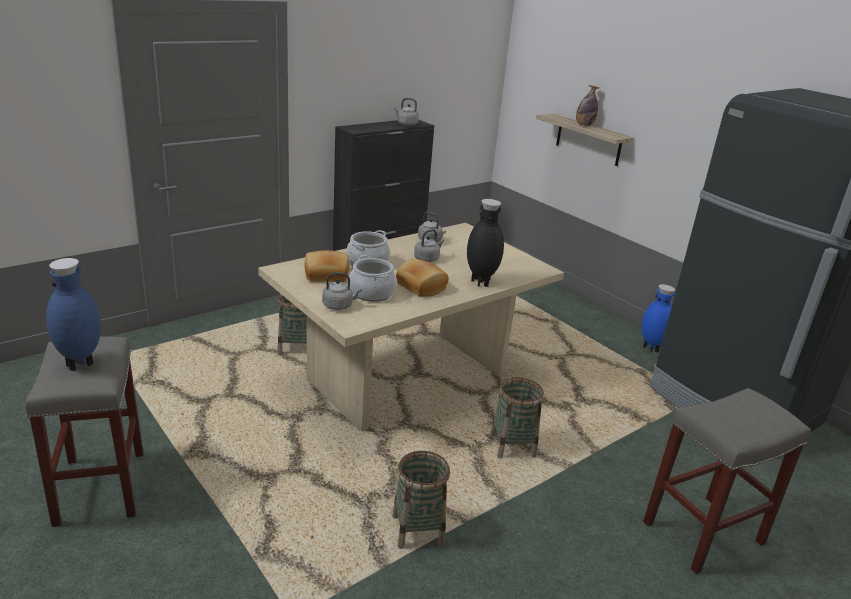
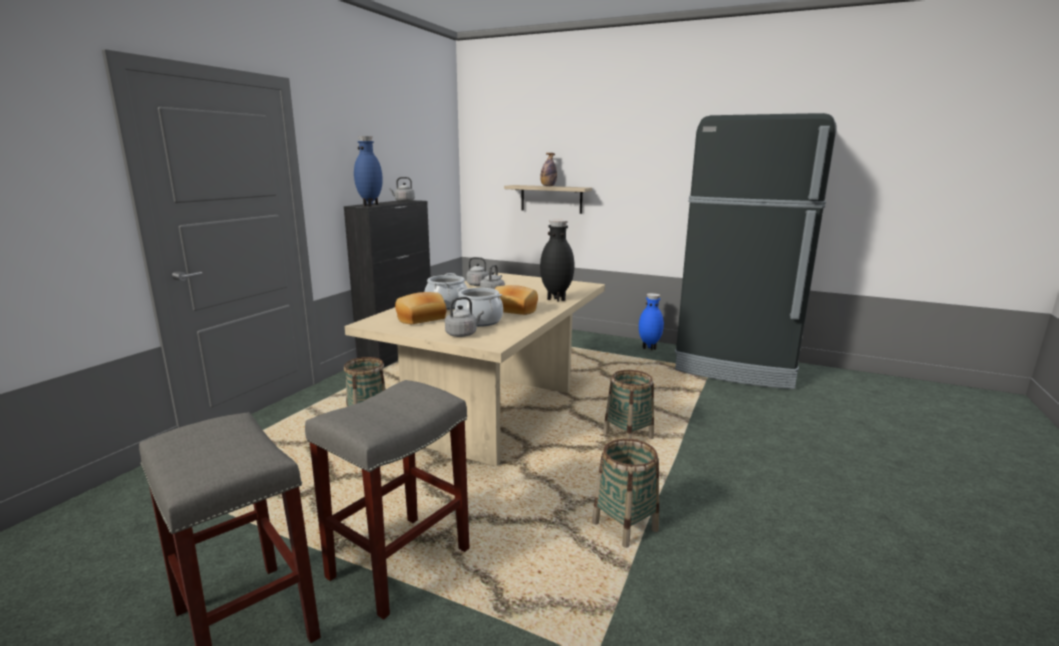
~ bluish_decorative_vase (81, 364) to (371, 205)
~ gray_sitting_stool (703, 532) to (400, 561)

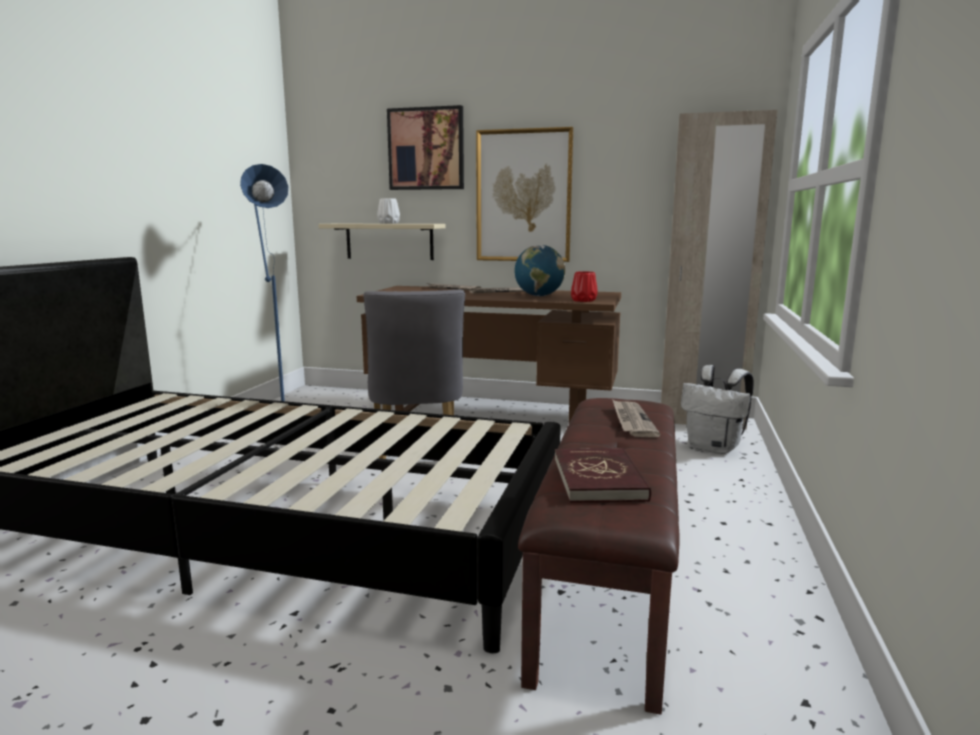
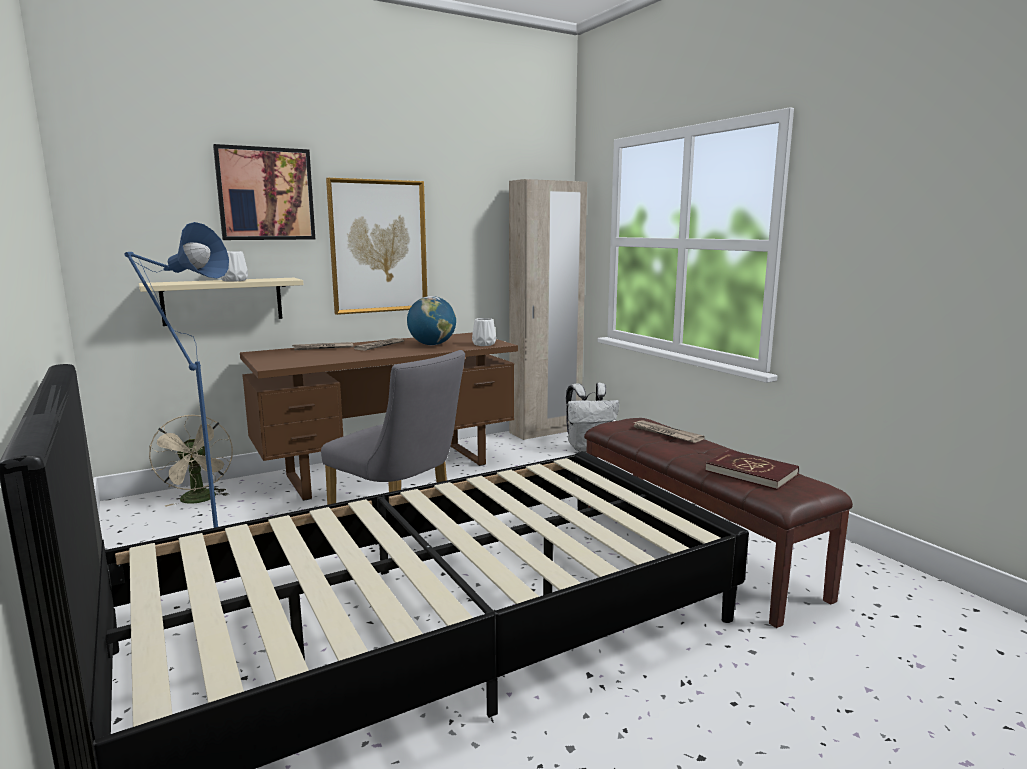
+ beige-coloured_fan (199, 500)
~ red_decorative_vase (583, 300) to white_decorative_vase (484, 344)

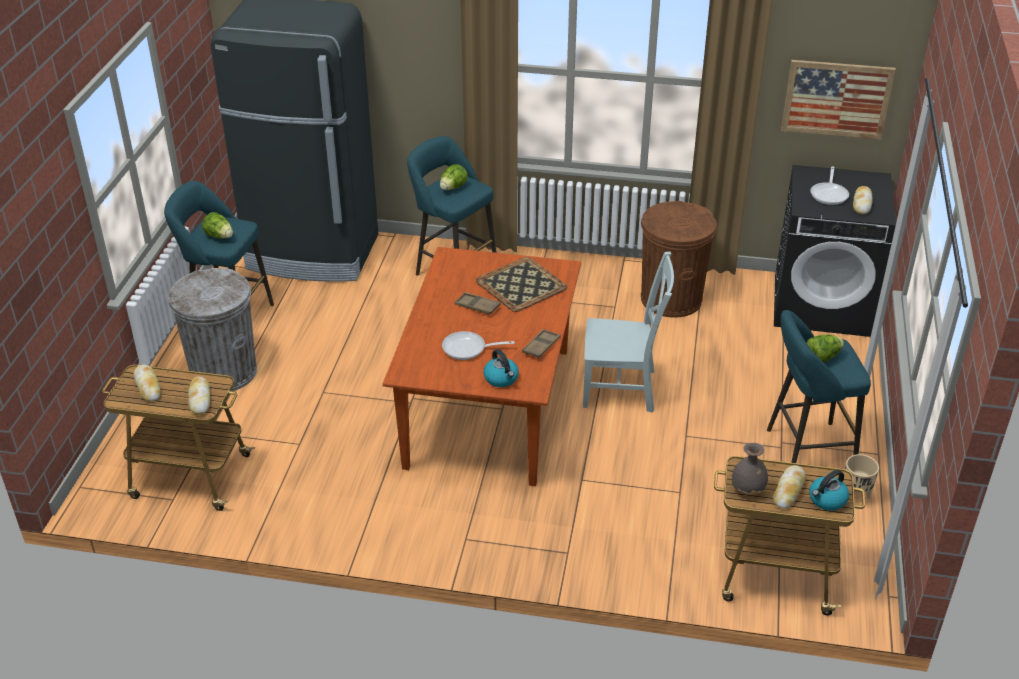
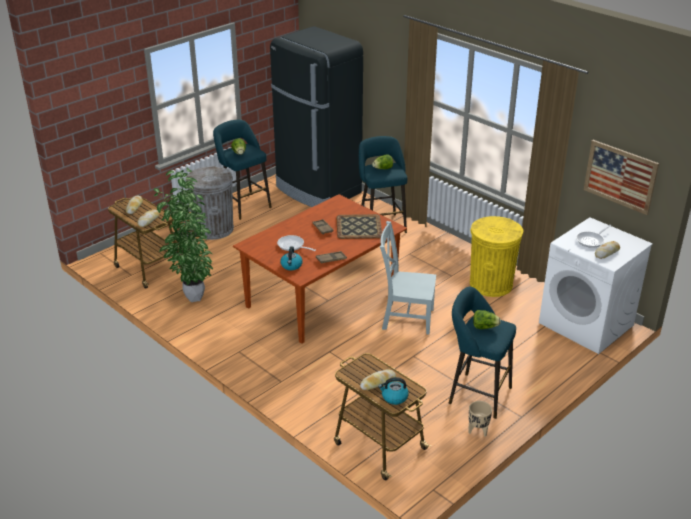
- gray_decorative_vase (748, 489)
+ houseplant (192, 296)
~ brownish_trash_can (671, 299) to yellow-coloured_trash_can (490, 284)
~ black_washing_machine (822, 305) to white_washing_machine (586, 324)
~ gray_upright_chair (623, 389) = (405, 318) 150 degrees clockwise

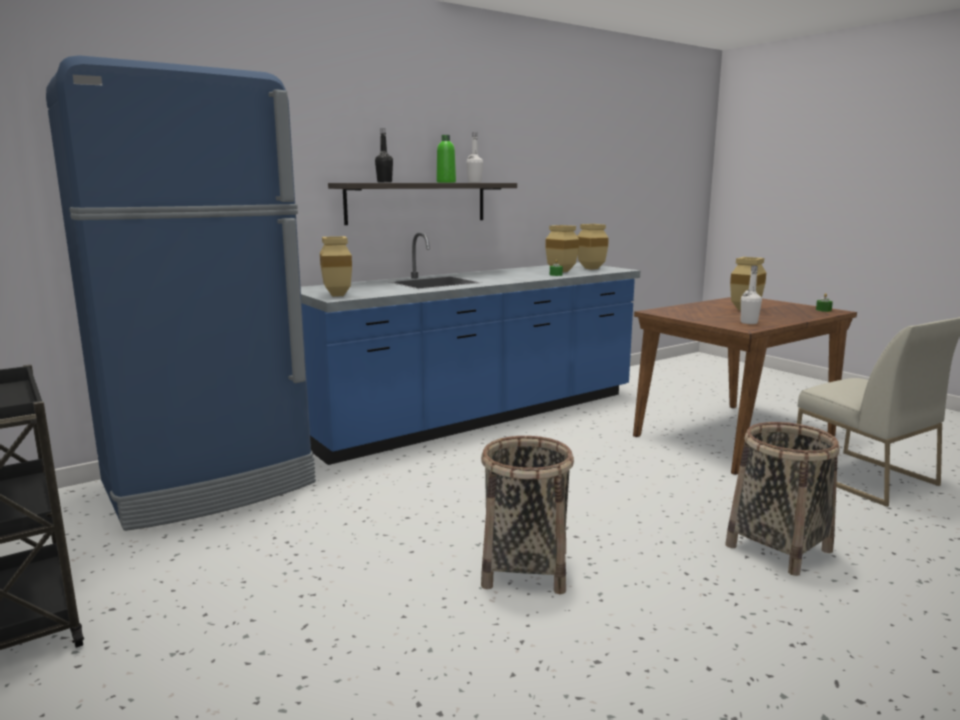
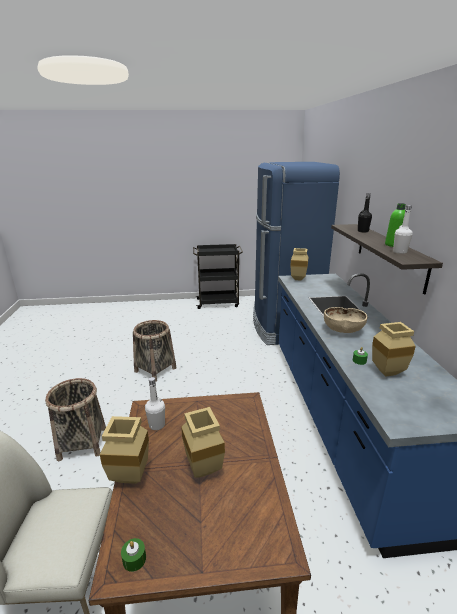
+ beige-coloured_deep_dish (343, 330)
~ beige-coloured_decorative_vase (592, 269) to (128, 479)

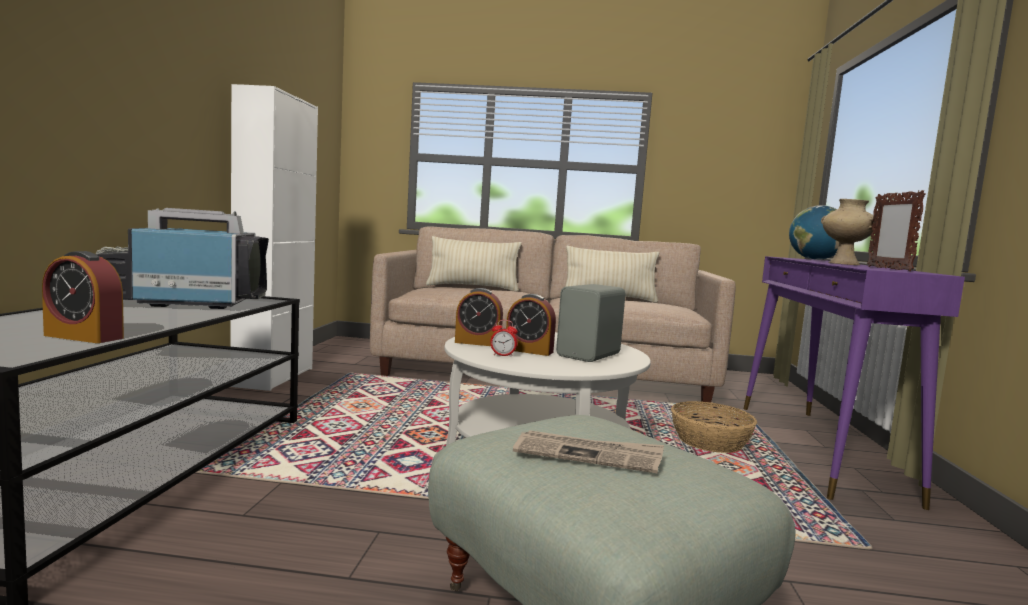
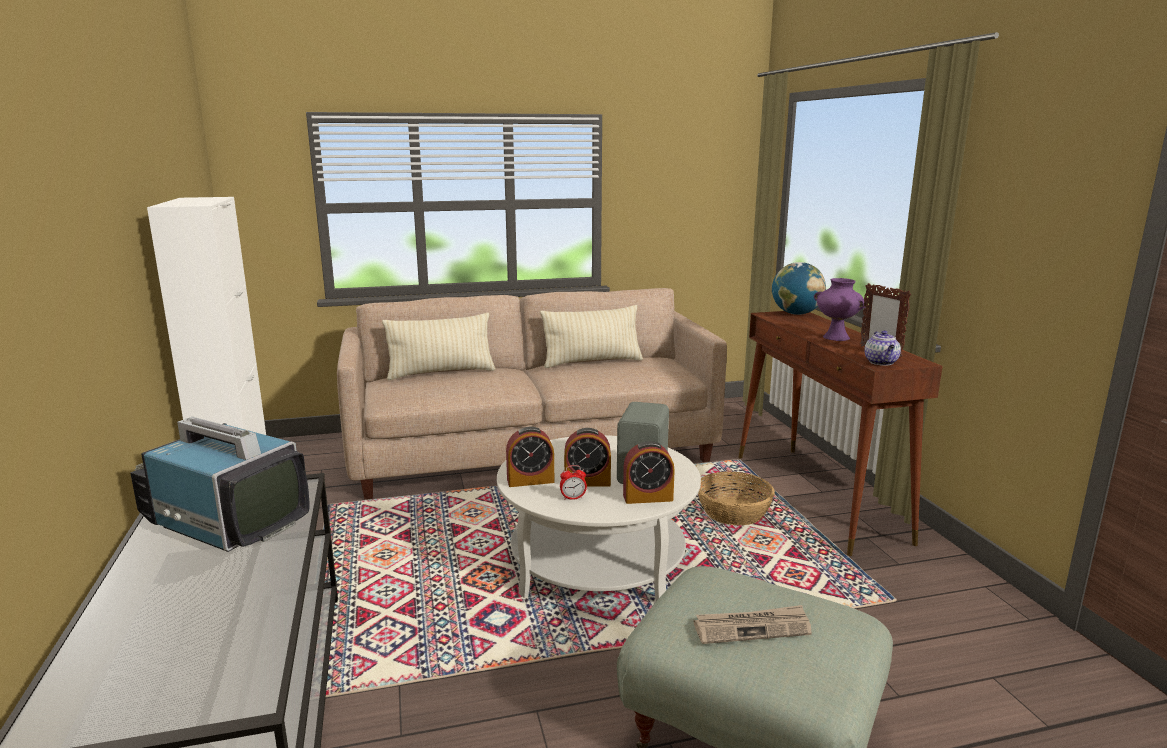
+ teapot (881, 362)
~ table_clock (84, 337) to (648, 497)
~ purple_hall_table (817, 449) to brownish_hall_table (818, 496)
~ beige-coloured_decorative_vase (845, 264) to purple_decorative_vase (837, 337)
~ TV (187, 303) = (225, 522) 60 degrees clockwise

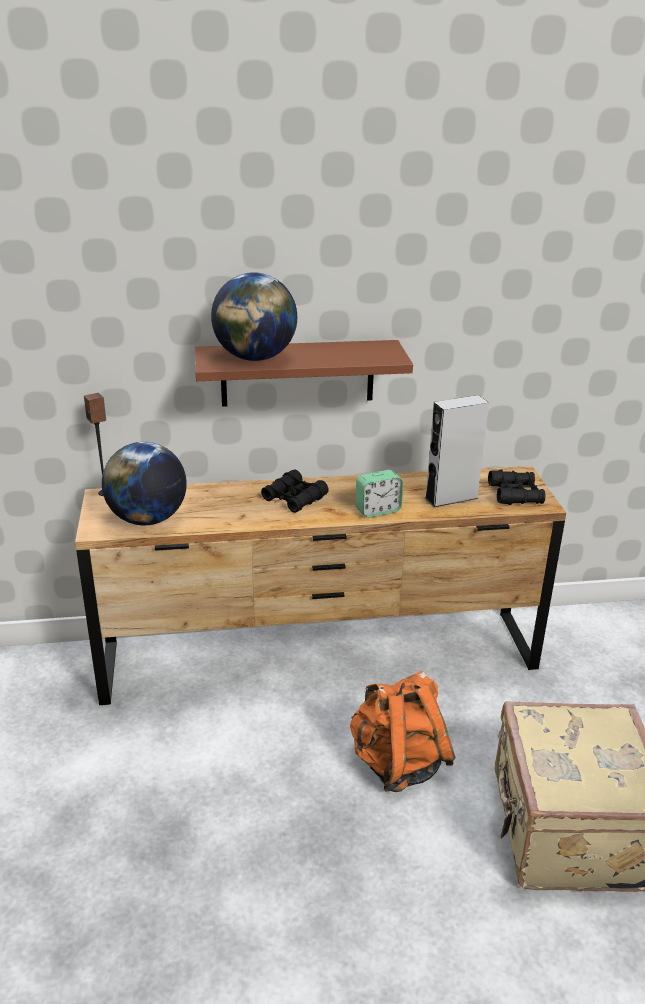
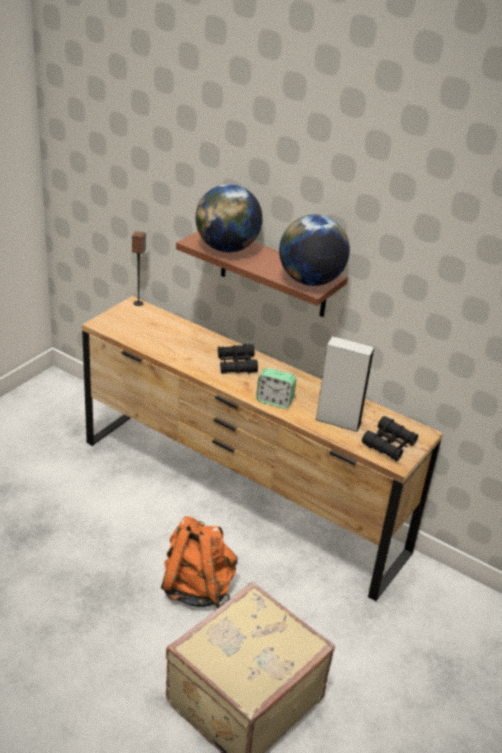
~ desk_globe (147, 519) to (310, 281)

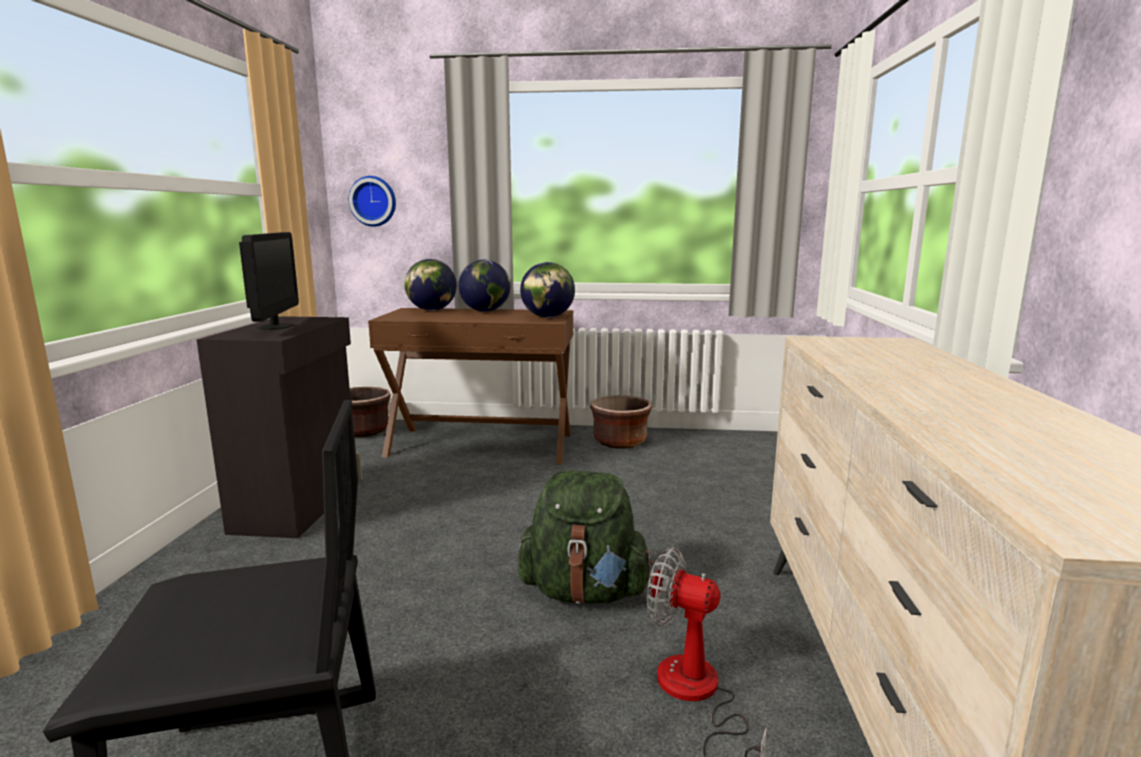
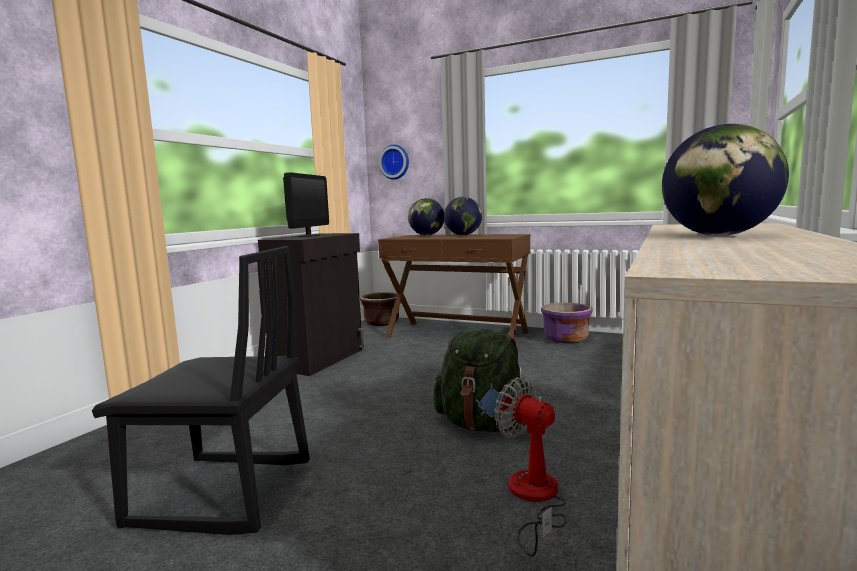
~ desk_globe (547, 317) to (718, 235)
~ brownish_flower_pot (620, 442) to purple_flower_pot (566, 339)

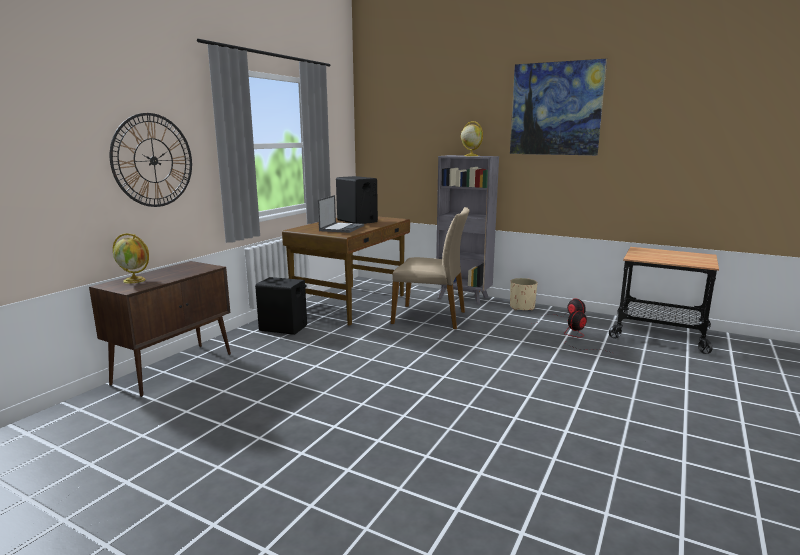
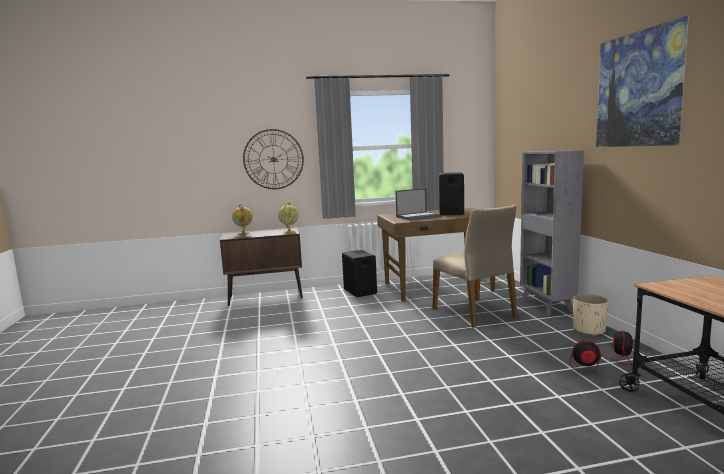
~ desk_globe (470, 156) to (289, 232)

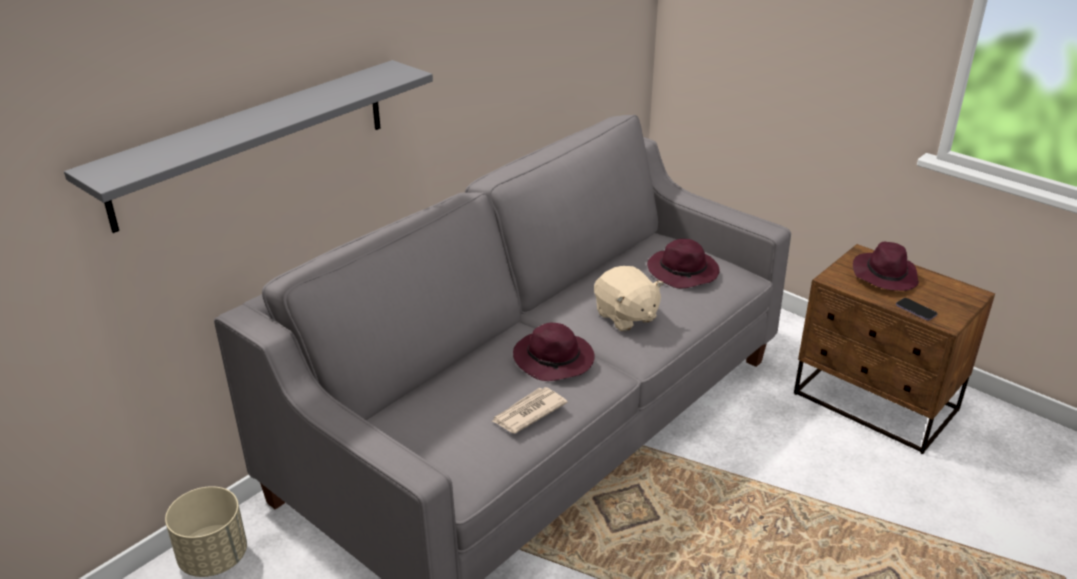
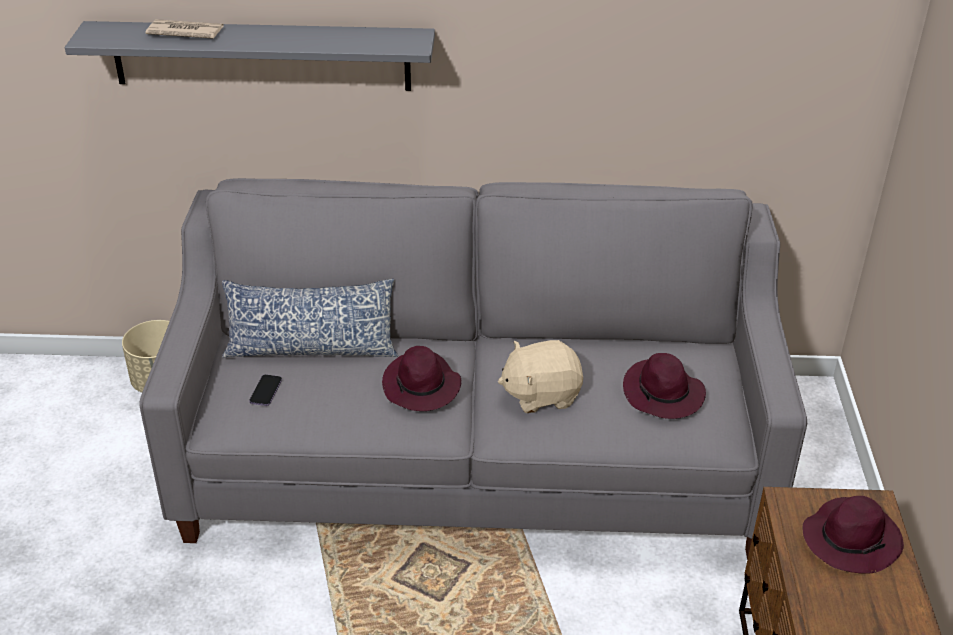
+ cushion (311, 349)
~ newspaper (528, 413) to (185, 32)
~ handset (916, 310) to (266, 391)
~ beige-coloured_plush_toy (625, 316) = (541, 394) 60 degrees clockwise

